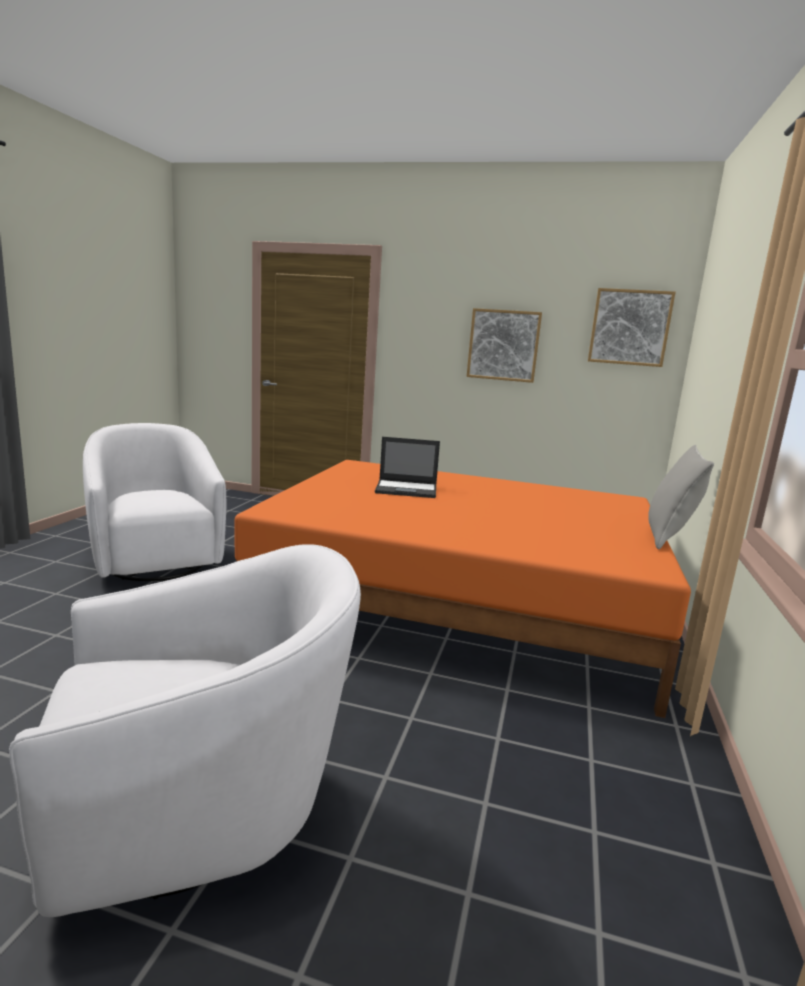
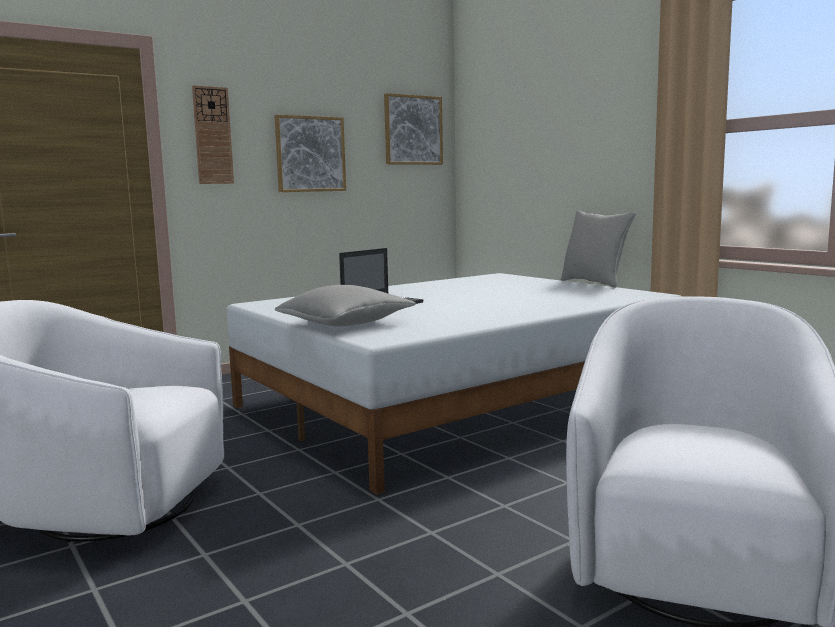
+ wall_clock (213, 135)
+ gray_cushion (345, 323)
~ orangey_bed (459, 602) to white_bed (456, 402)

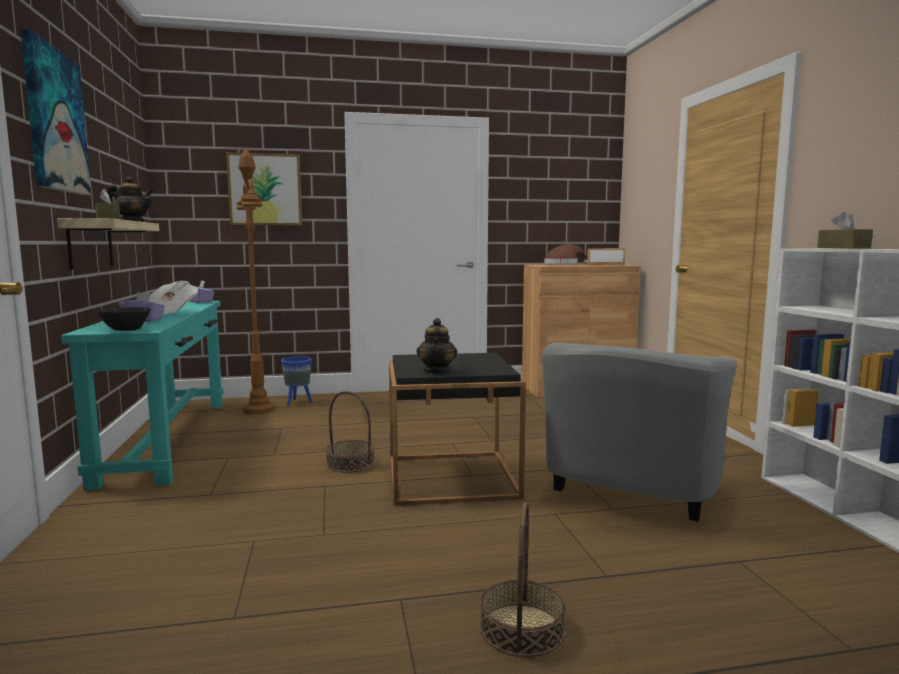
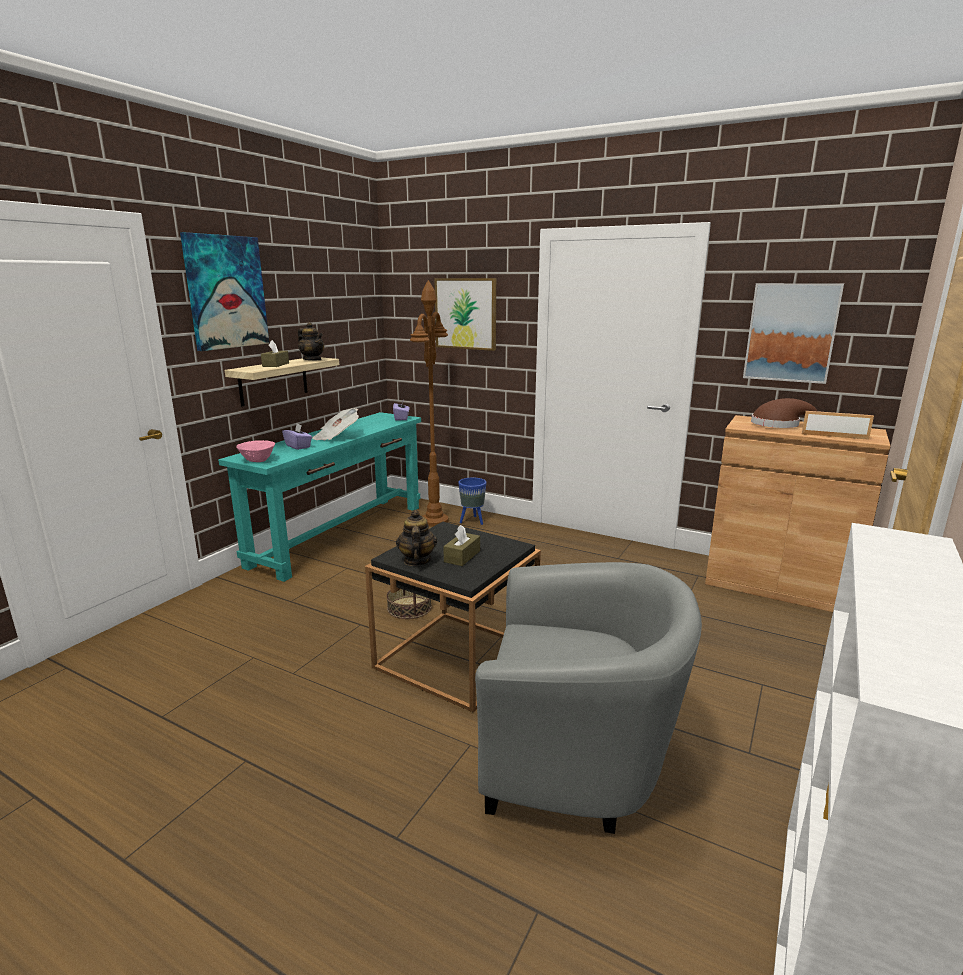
- storage_basket (522, 629)
+ wall_picture (791, 332)
~ brownish_tissue_box (843, 248) to (462, 556)
~ black_deep_dish (125, 330) to pinkish_deep_dish (258, 460)
~ teapot (437, 371) = (416, 561) 135 degrees clockwise
~ gray_easy_chair (628, 494) = (578, 760) 150 degrees counterclockwise

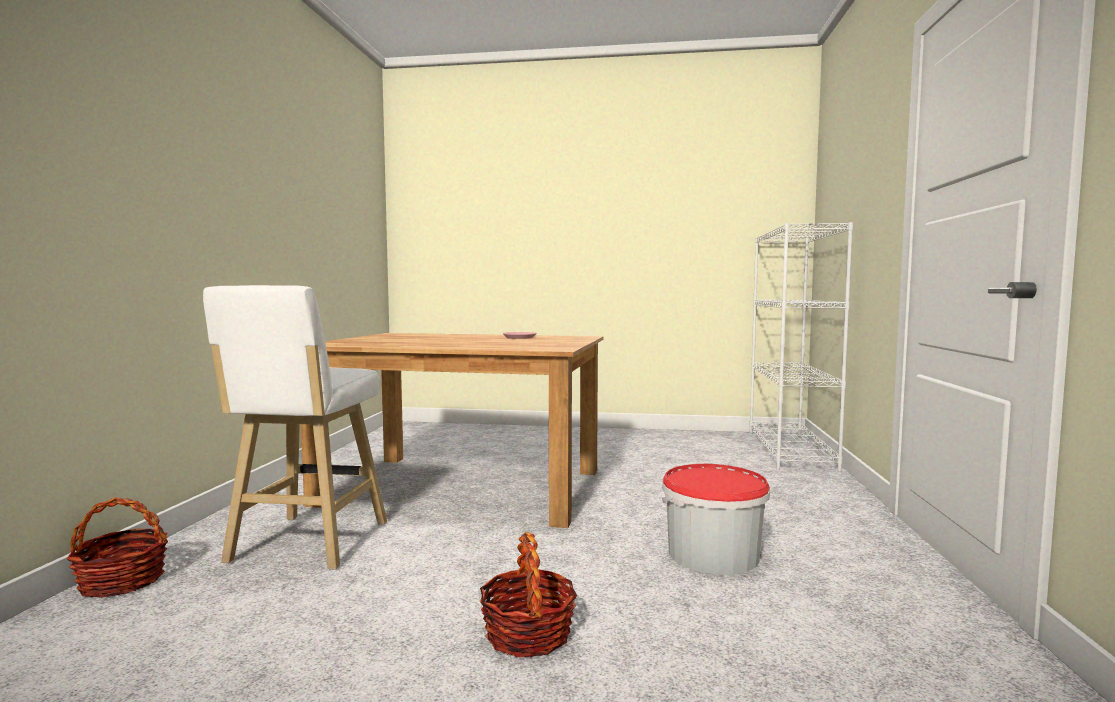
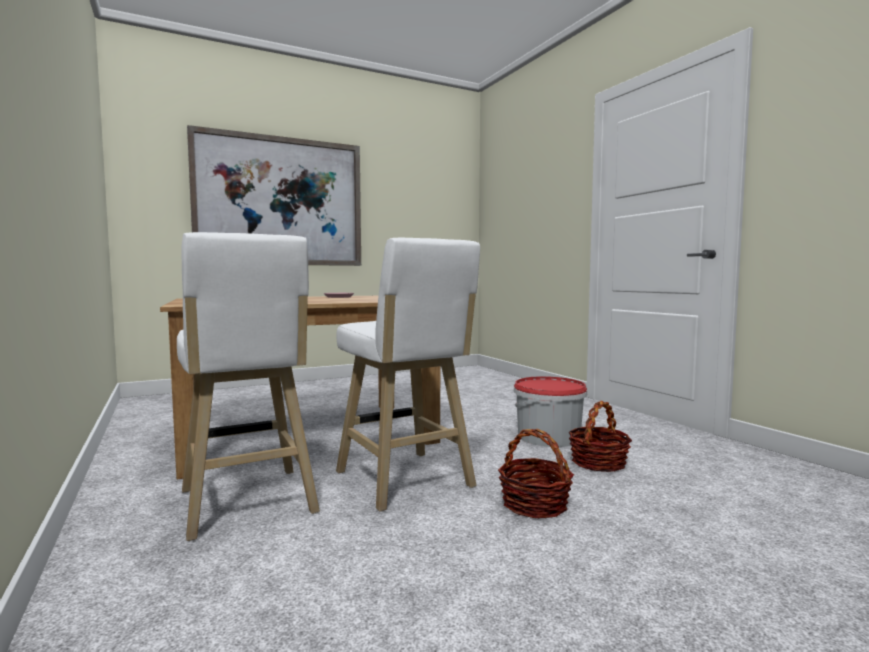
- white_shelving_unit (790, 450)
+ wall_picture (280, 202)
+ white_sitting_stool (406, 482)
~ storage_basket (121, 581) to (598, 463)

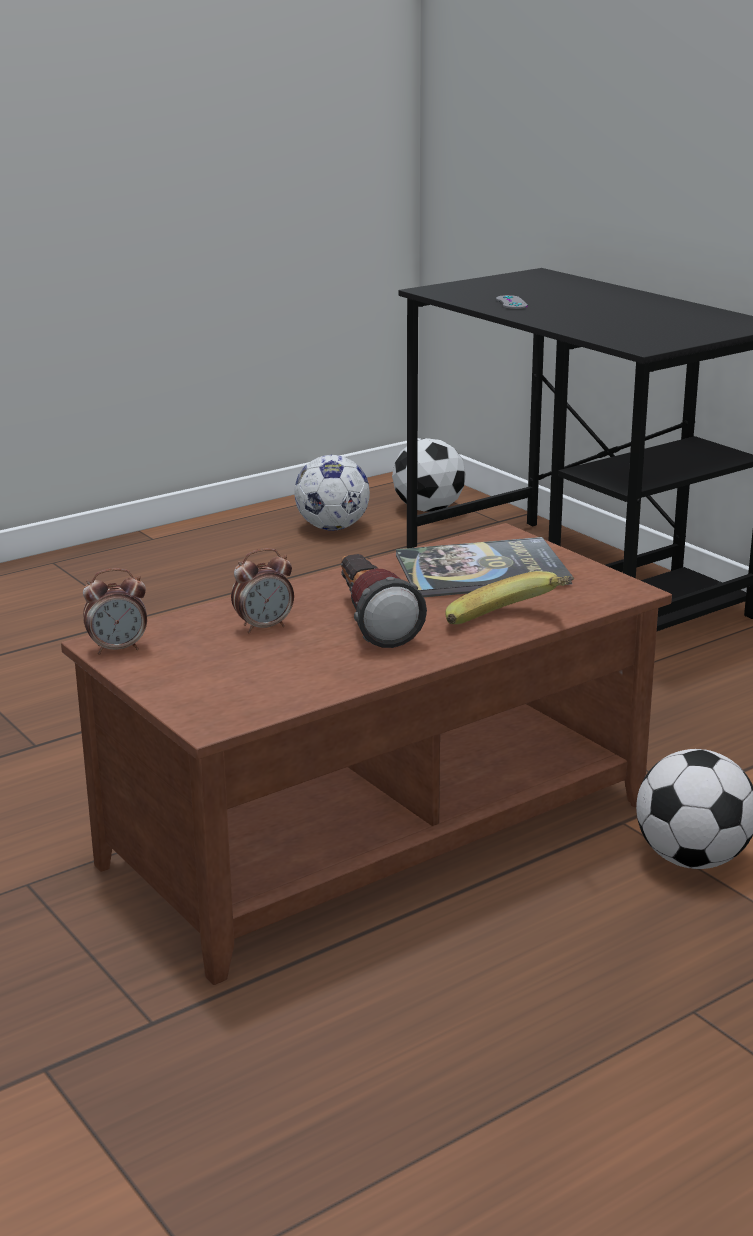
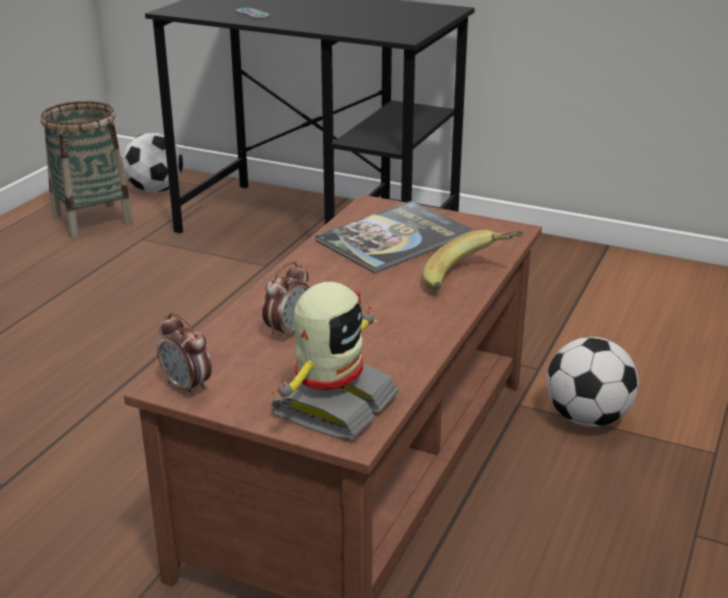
- hand_torch (371, 621)
+ robot_figure (332, 405)
~ ball_for_football (333, 527) to storage_basket (92, 220)
~ table_clock (118, 649) = (187, 387) 90 degrees clockwise

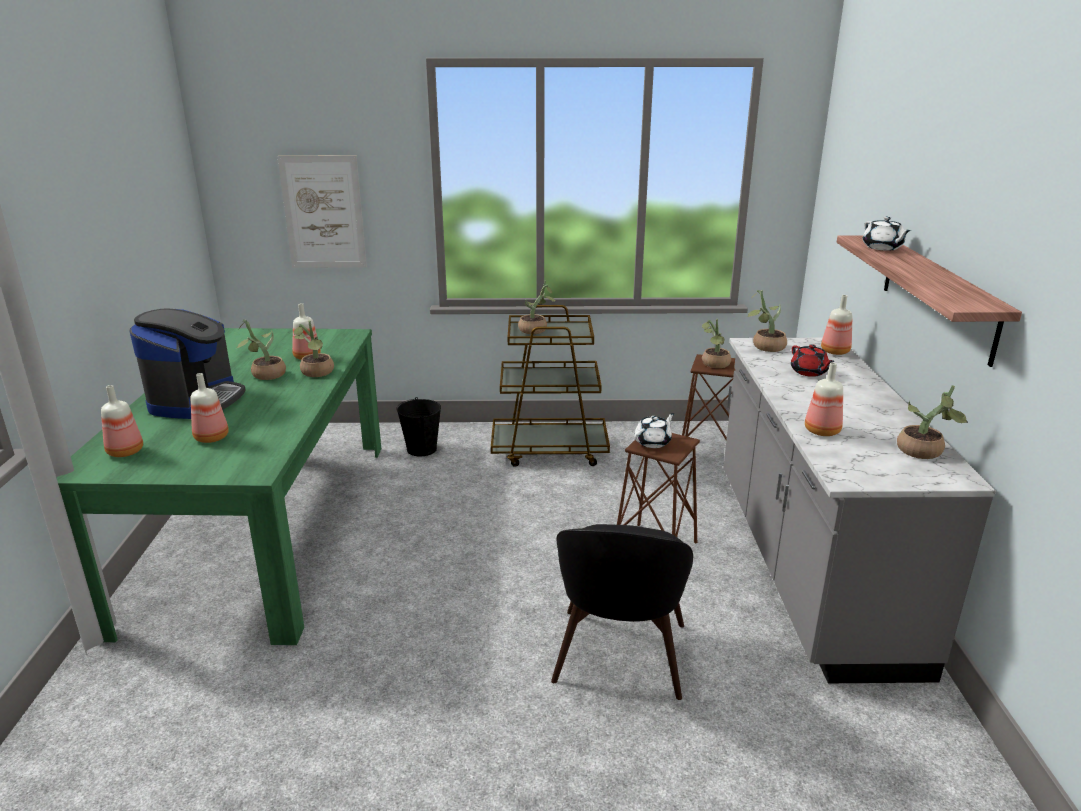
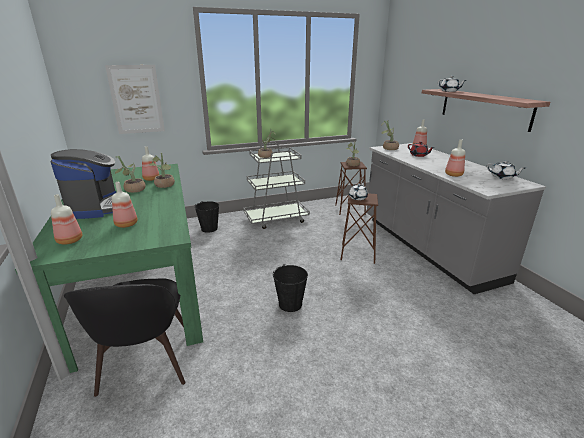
+ black_water_bucket (290, 304)
~ black_upright_chair (619, 657) to (146, 365)
~ houseplant (923, 453) to white_teapot (502, 177)
~ brownish_trolley (550, 450) to gray_trolley (276, 219)

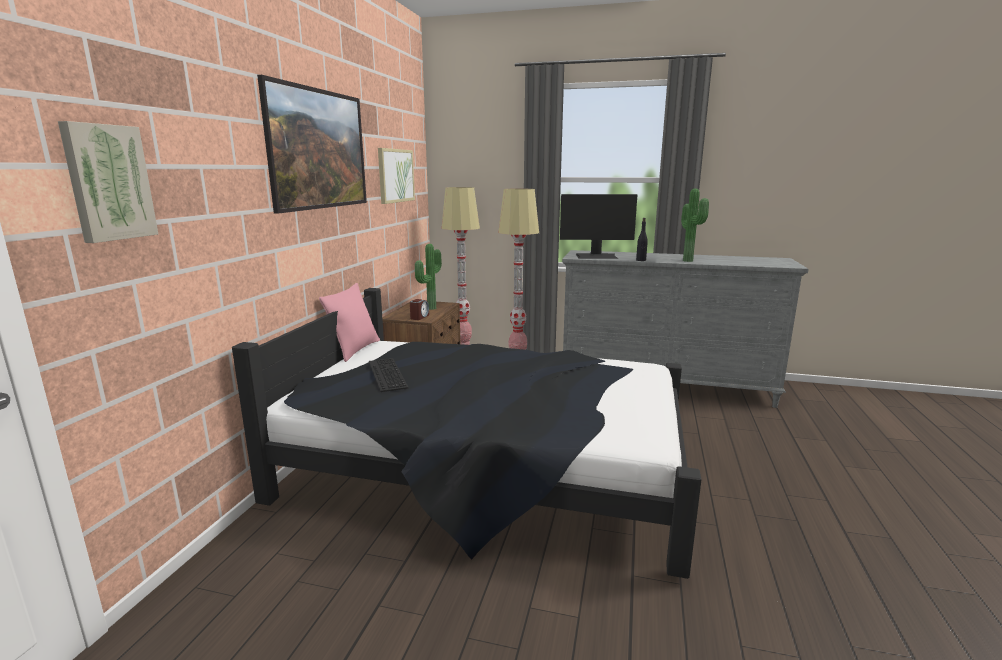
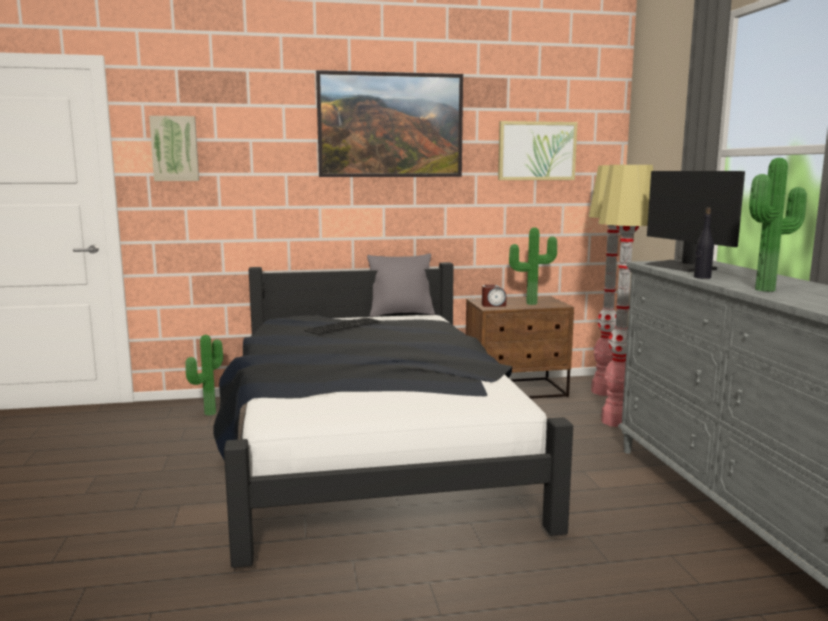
+ houseplant (208, 413)
~ pinkish_cushion (355, 350) to gray_cushion (401, 314)

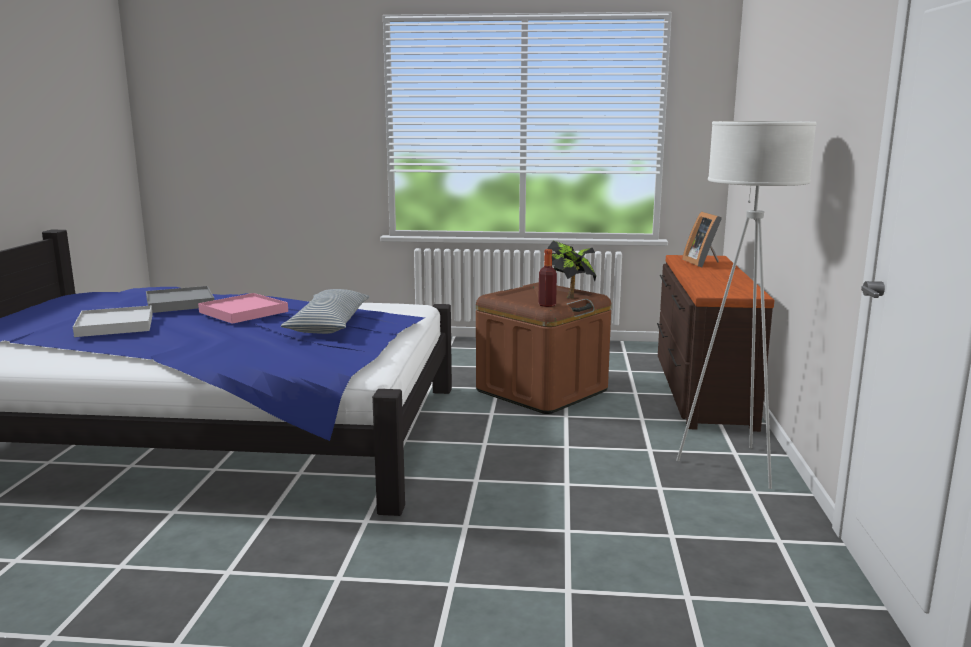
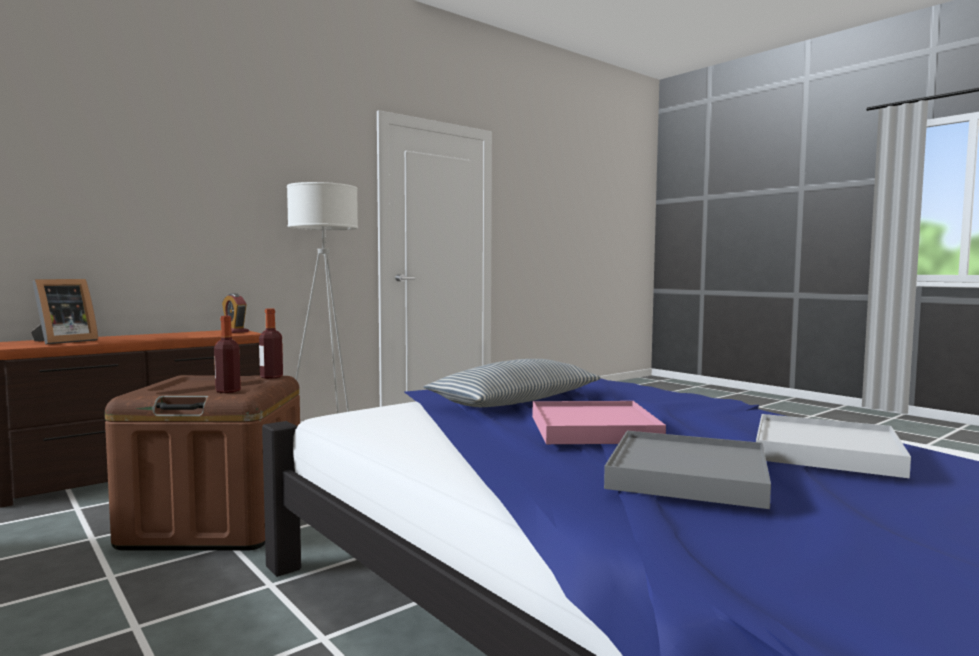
- houseplant (571, 296)
+ drink_bottle (228, 391)
+ table_clock (235, 331)

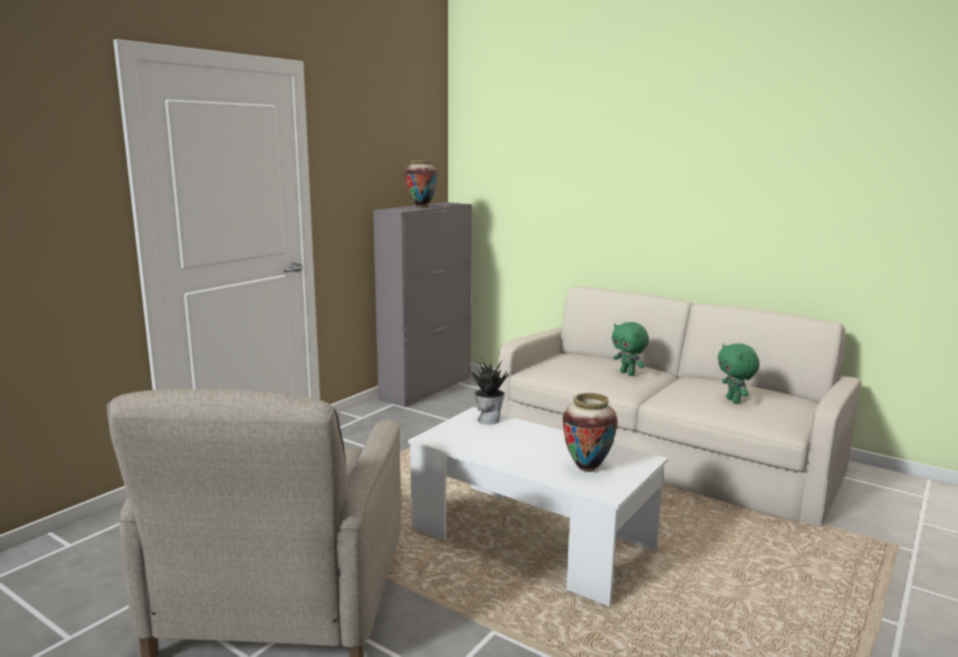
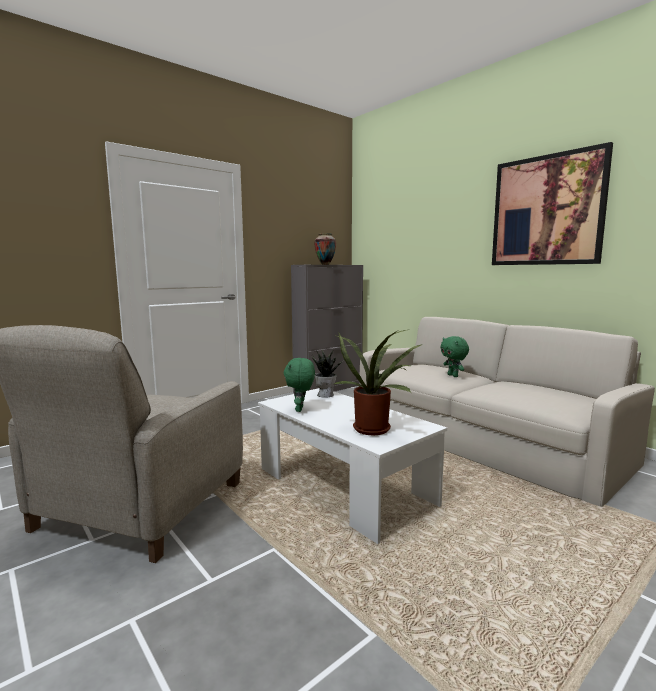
+ wall_picture (546, 211)
~ green-coloured_plush_toy (734, 401) to (300, 409)
~ decorative_vase (587, 468) to houseplant (374, 428)

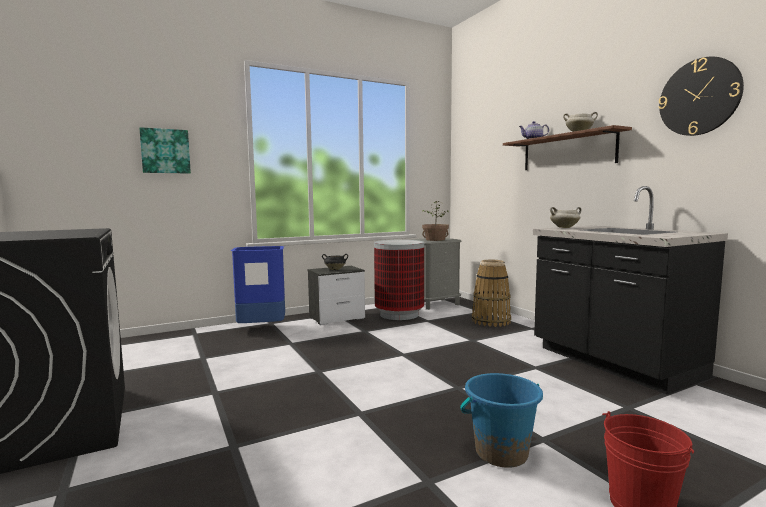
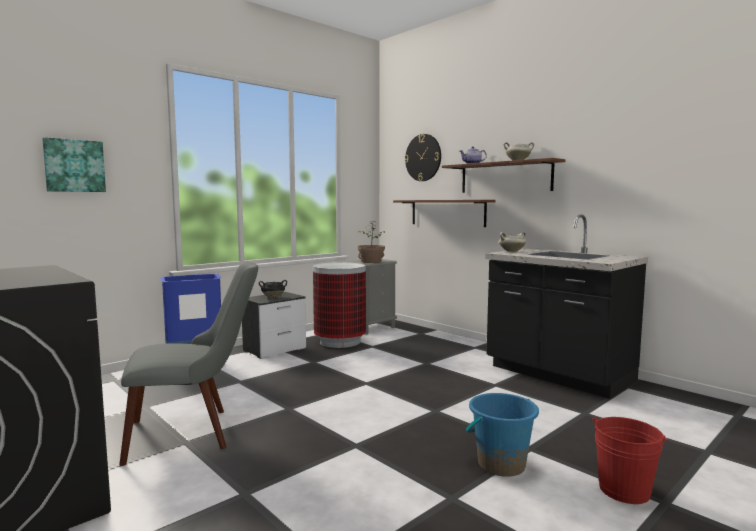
- storage_basket (490, 321)
+ gray_upright_chair (195, 432)
+ brownish_bracket_shelf (447, 212)
~ wall_clock (699, 97) to (423, 157)

